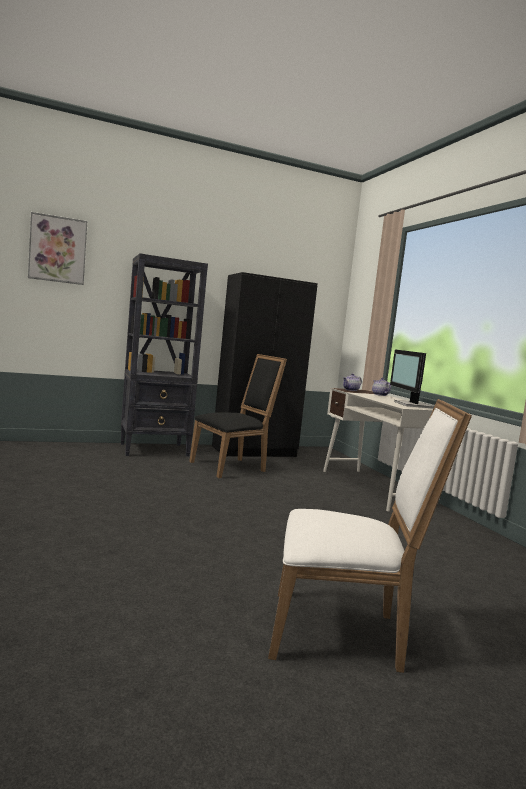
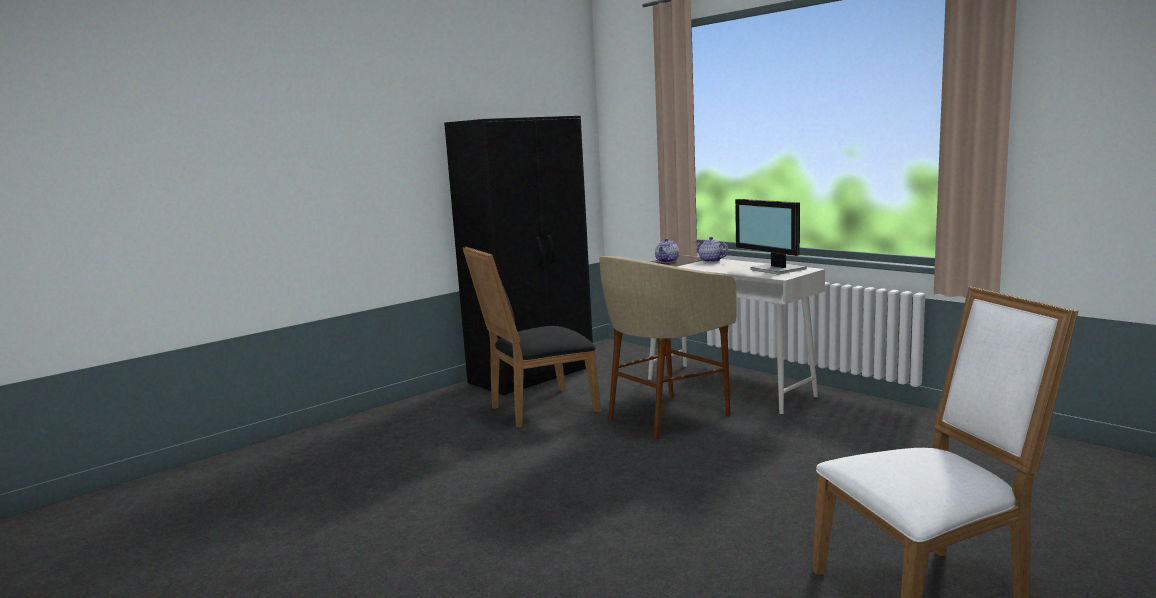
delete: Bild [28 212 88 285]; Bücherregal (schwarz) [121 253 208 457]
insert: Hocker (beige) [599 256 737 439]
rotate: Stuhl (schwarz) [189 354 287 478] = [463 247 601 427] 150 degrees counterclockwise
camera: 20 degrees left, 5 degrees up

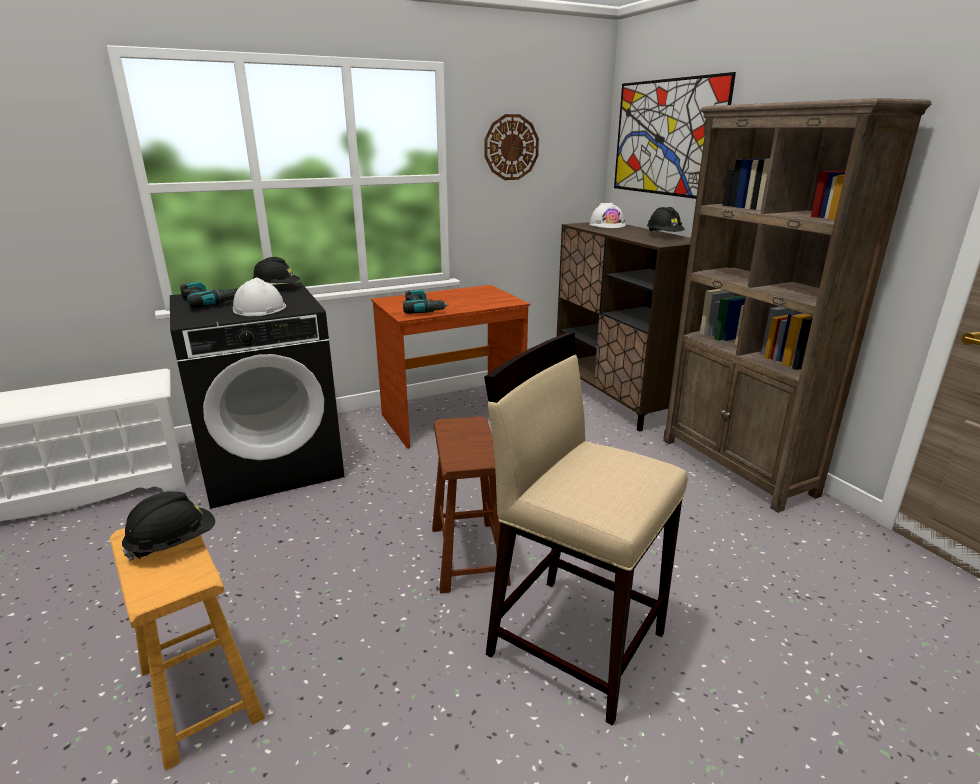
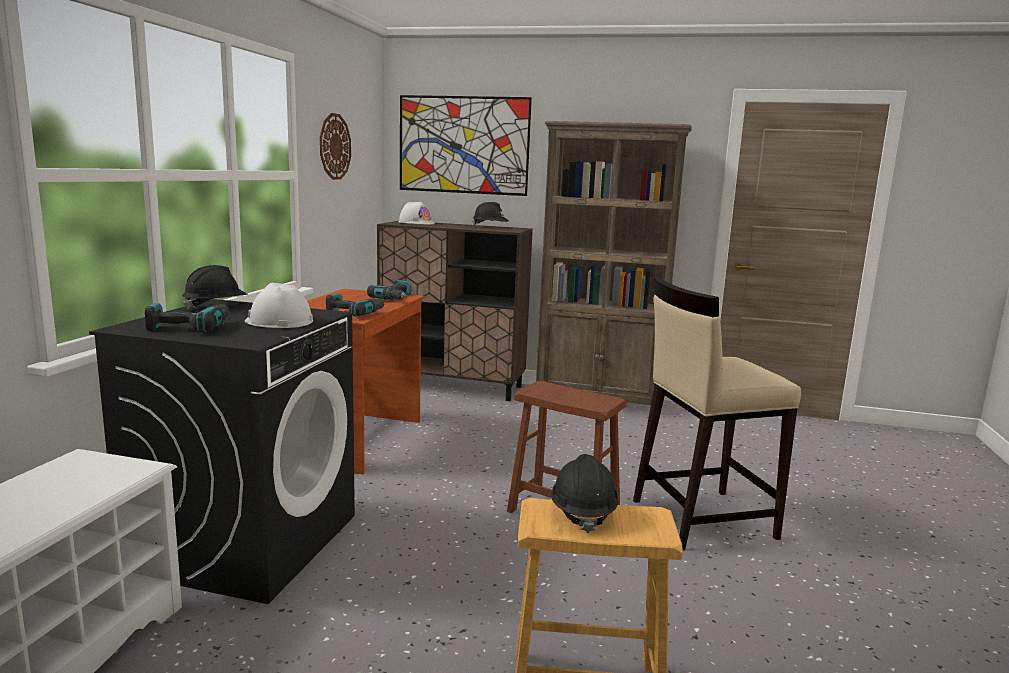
insert: Bohrmaschine [367 280 411 300]
camera: 50 degrees left, 10 degrees down

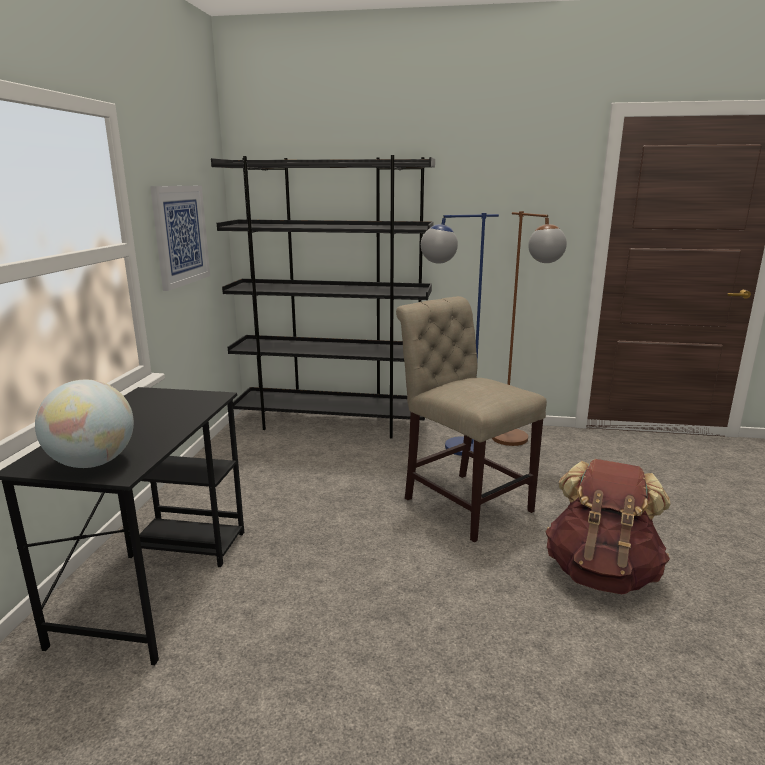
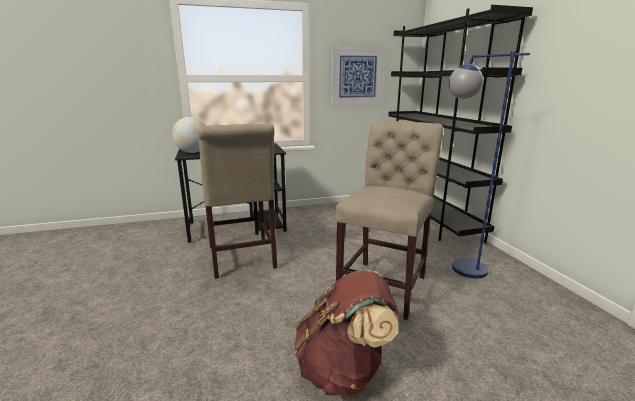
delete: Stehlampe (braun) [492 211 567 446]
insert: Stuhl (beige) [198 124 277 279]
camera: 65 degrees right, 0 degrees up

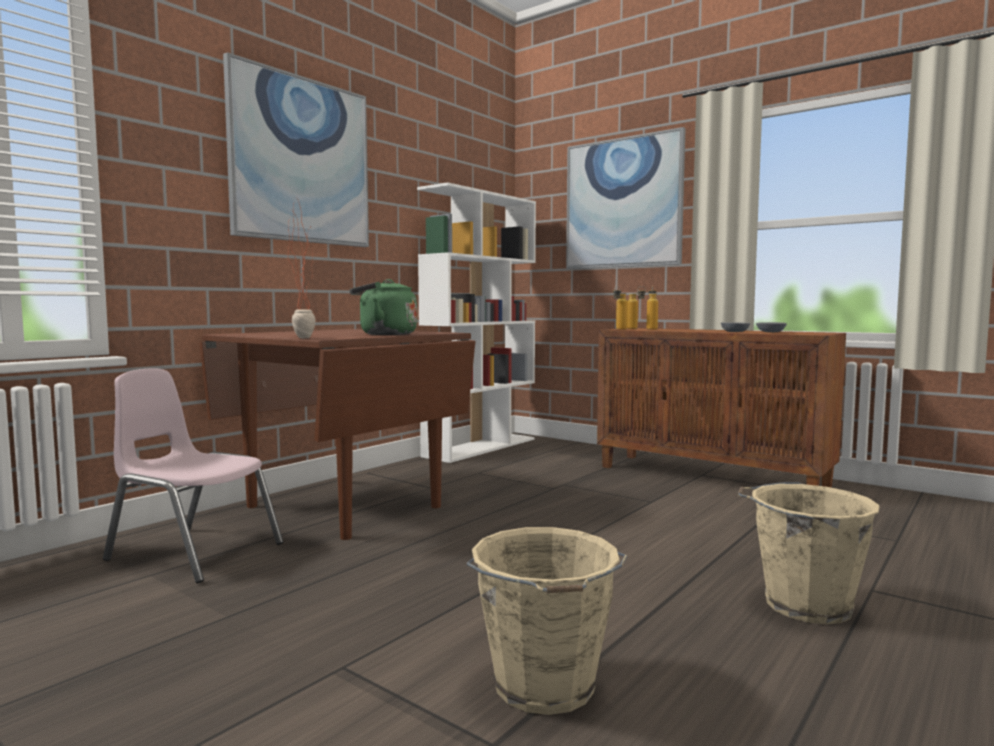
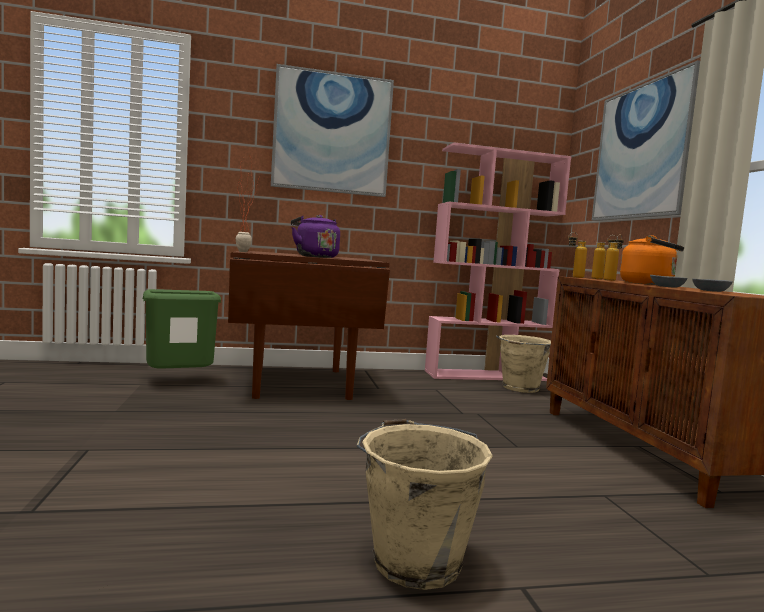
insert: Wasserkessel (orange) [620 235 684 285]
move: Eimer (beige) [466 527 627 715] to [496 335 551 393]
replace: Stuhl (rosa) [103 369 283 583] to Mülleimer (grün) [142 289 221 369]
recolor: Bücherregal (weiß) [417 182 536 463] to Bücherregal (rosa) [425 142 571 381]; Wasserkessel (grün) [350 279 417 335] to Wasserkessel (lila) [291 215 340 258]
camera: 40 degrees right, 0 degrees up

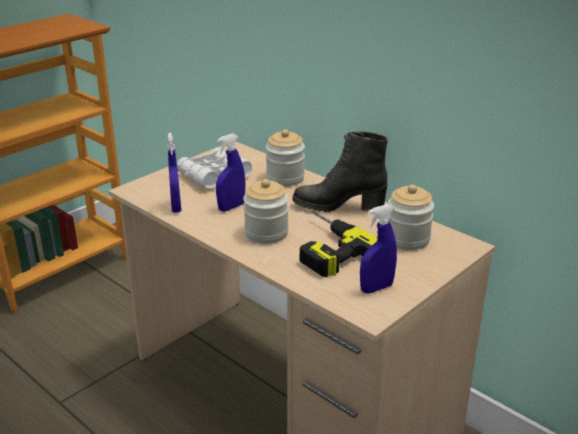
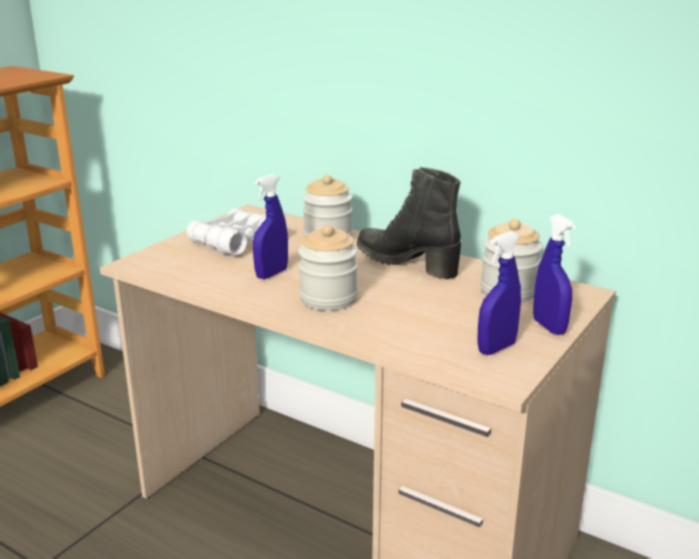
delete: Bohrmaschine [300 211 377 277]
move: Sprühflasche (blau) [168 133 181 213] to [533 214 576 335]
rotate: Stiefel (schwarz) [293 131 388 212] = [357 167 461 279] 45 degrees clockwise
camera: 10 degrees left, 5 degrees down

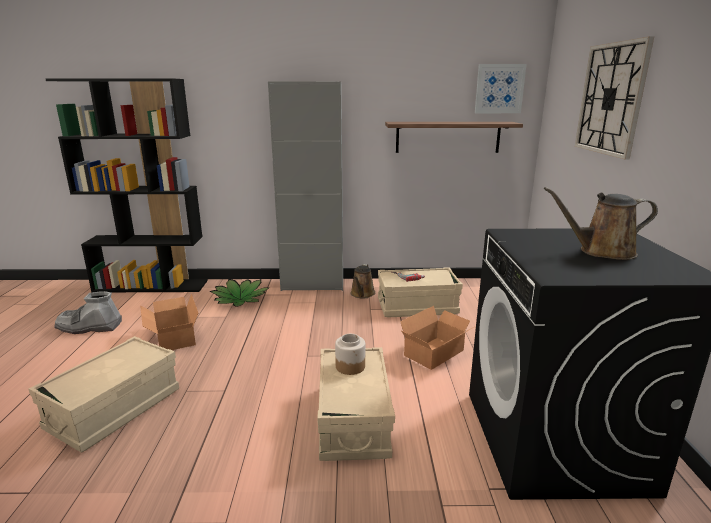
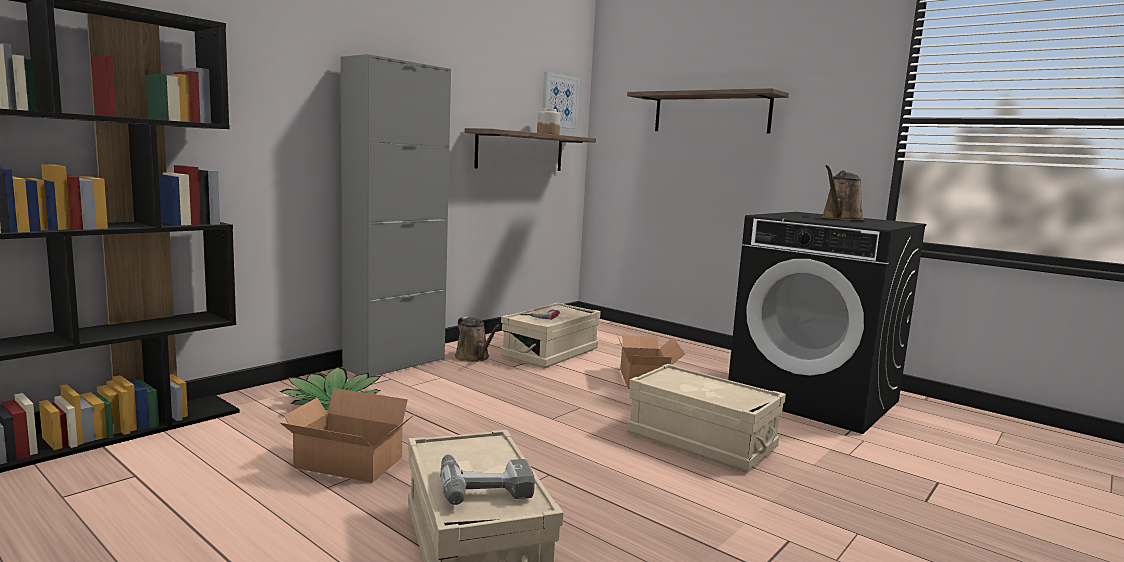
delete: Stiefel (grau) [54 291 122 334]
insert: Bohrmaschine [440 454 535 505]
move: Vorratsglas [335 334 365 375] to [537 108 561 135]
replace: Wanduhr [575 36 654 159] to Wandregal [627 88 789 133]
camera: 50 degrees left, 10 degrees down

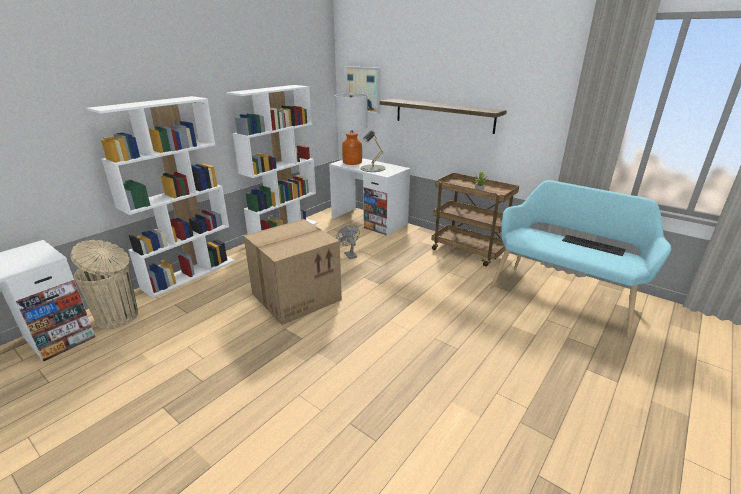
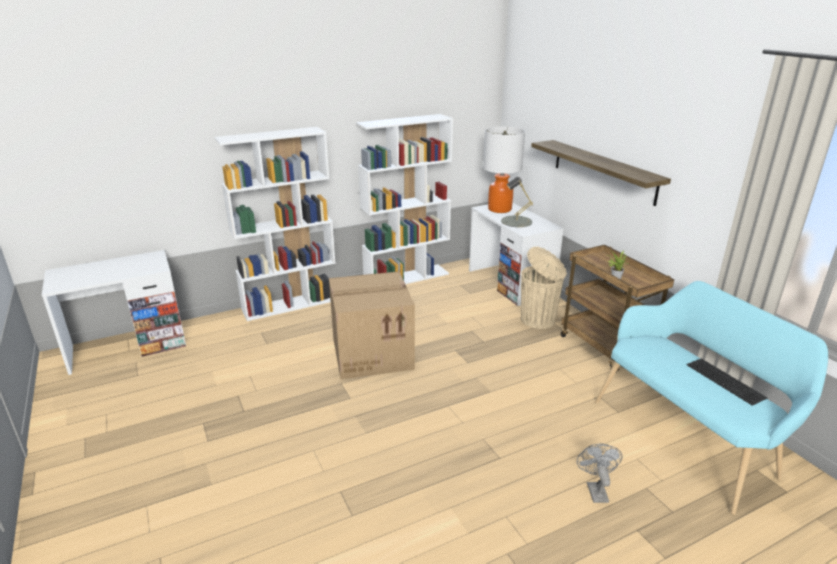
delete: Bild [345 66 381 114]
move: Ventilator (grau) [336 225 360 259] to [577 443 622 503]; Mülleimer (beige) [70 240 138 329] to [521 247 567 329]
camera: 25 degrees right, 0 degrees up

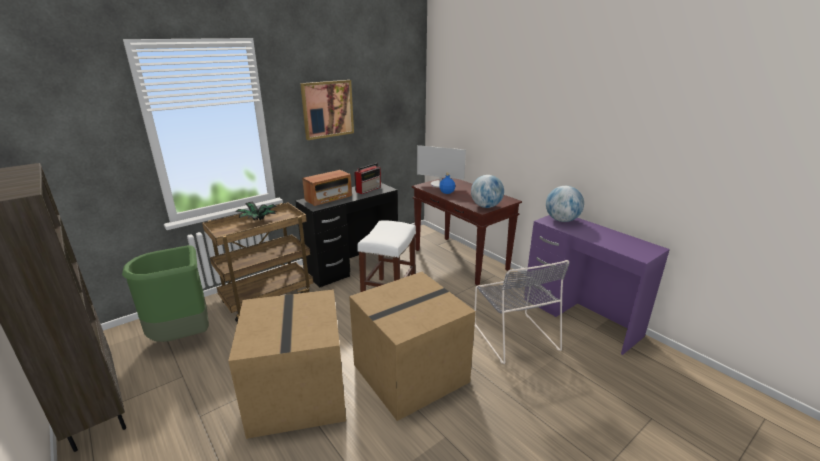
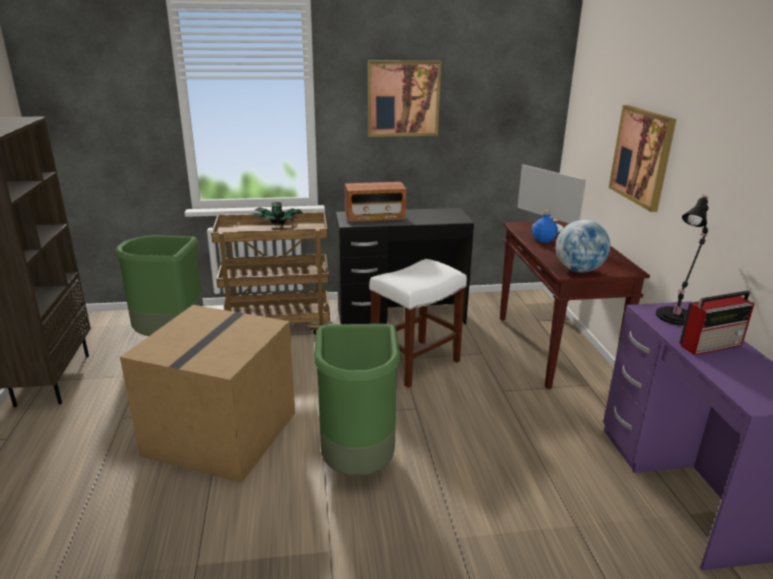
delete: Stuhl (grau) [475 260 569 364]
insert: Bild [609 105 676 212]
move: Radio [354 163 381 194] to [679 291 755 355]
replace: Globus [546 186 584 222] to Tischlampe (schwarz) [656 194 708 326]; Karton [349 272 476 421] to Mülleimer (grün) [314 324 400 476]
camera: 30 degrees right, 0 degrees up

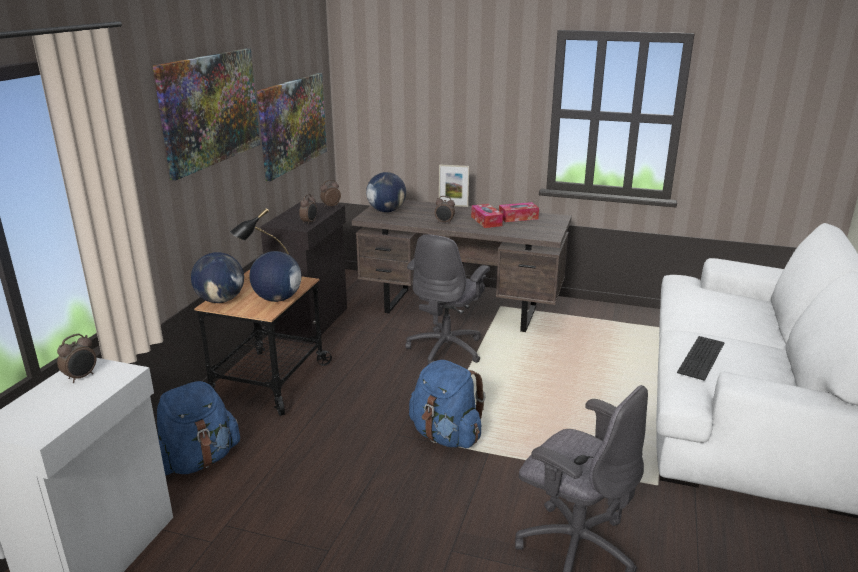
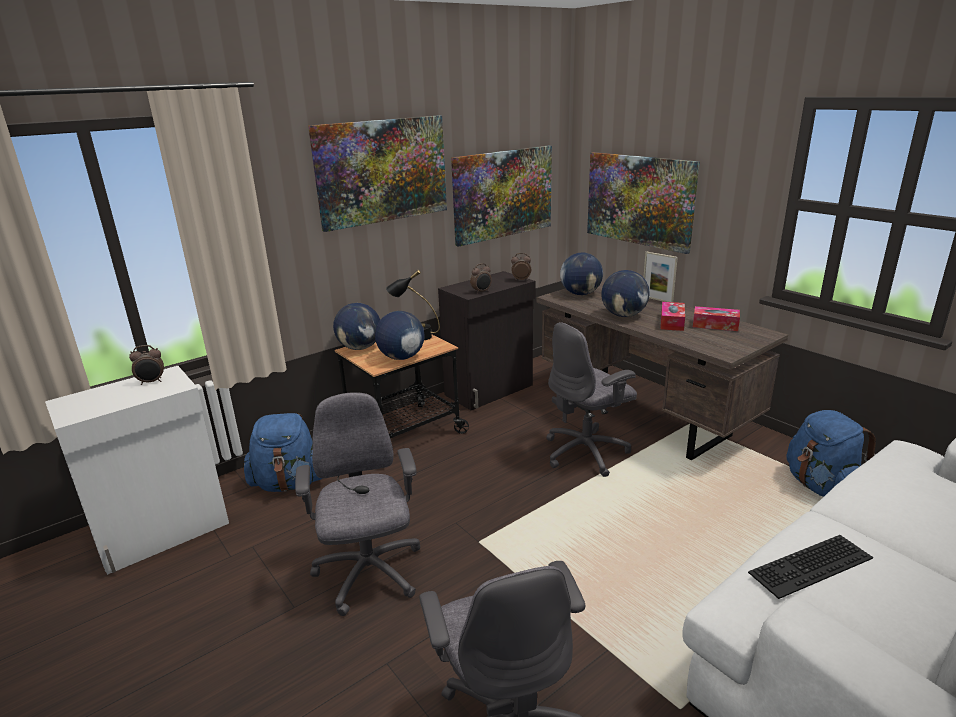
insert: Bild [587 152 700 254]; Bürostuhl (grau) [295 393 420 616]
move: Rucksack (blau) [409 360 486 448] to [787 410 876 497]
replace: Wecker [435 196 455 224] to Globus [601 270 650 317]
camera: 35 degrees right, 0 degrees up

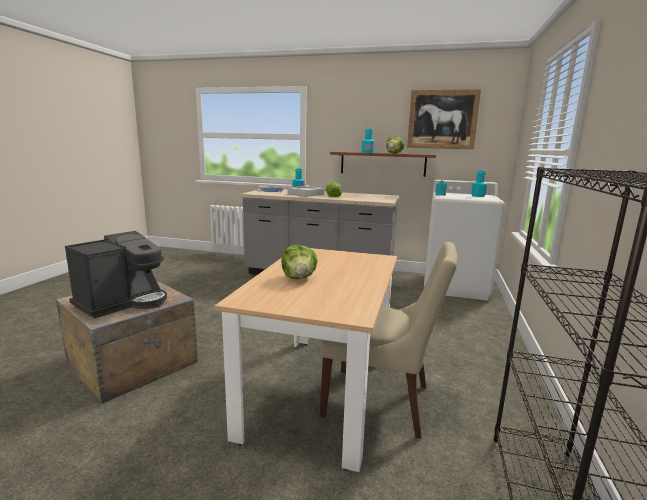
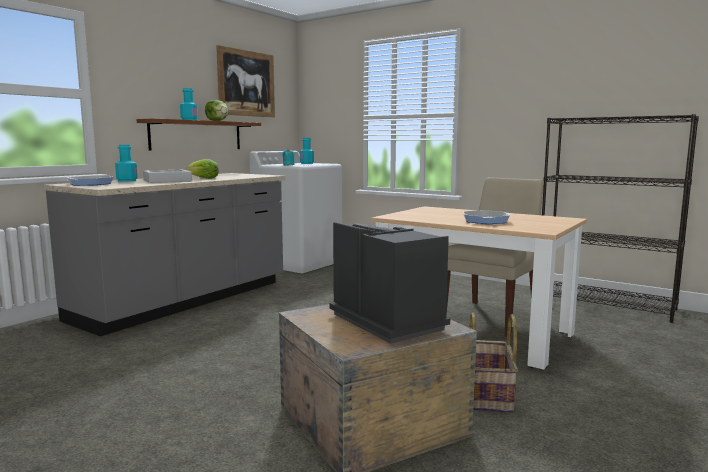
insert: Korb [469 313 518 413]
replace: Salatkopf [281 245 318 279] to Pfanne [463 210 510 224]
camera: 70 degrees left, 5 degrees down

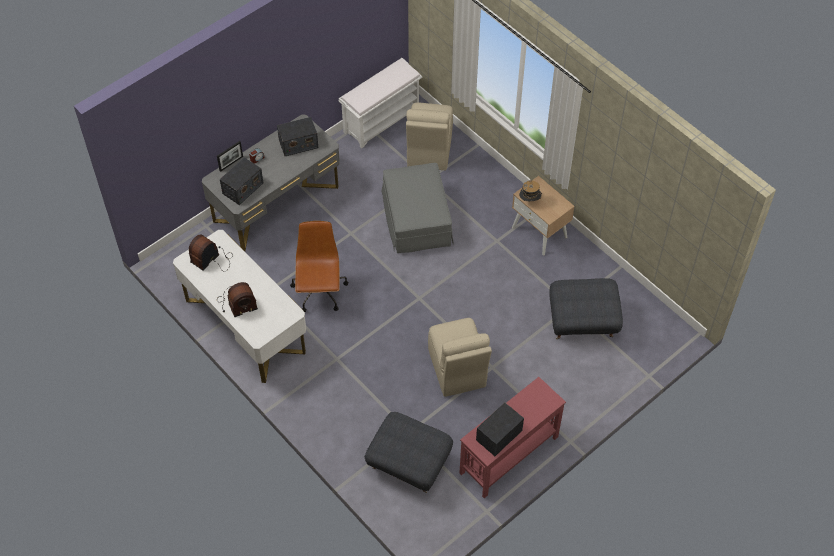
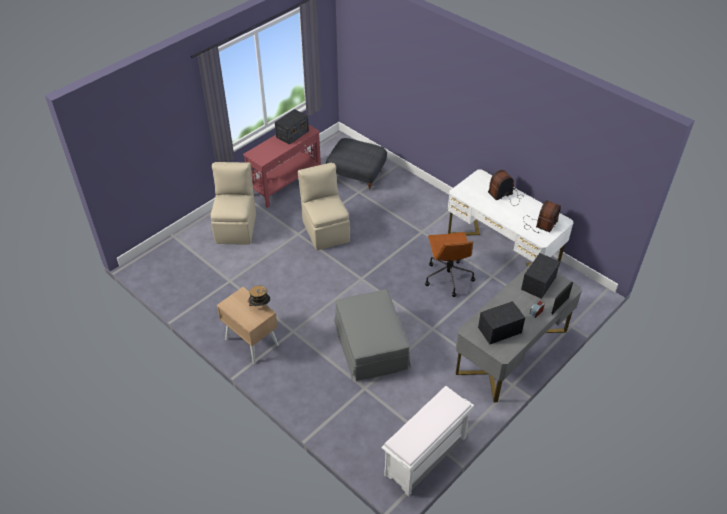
delete: Polsterhocker (grau) [549 278 623 339]
move: Stuhl (beige) [406 103 453 170] to [211 162 256 244]
camera: 175 degrees right, 10 degrees down

